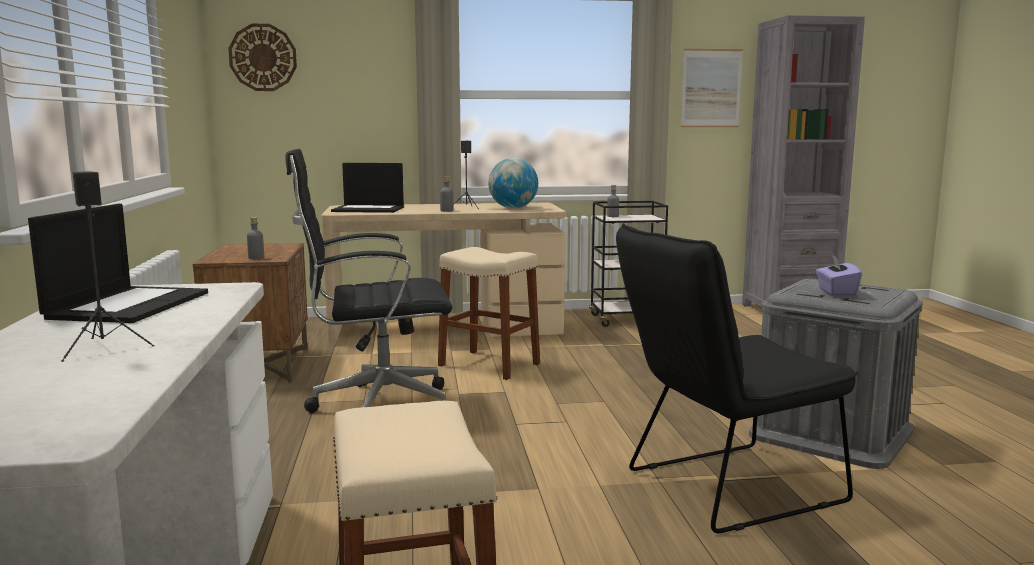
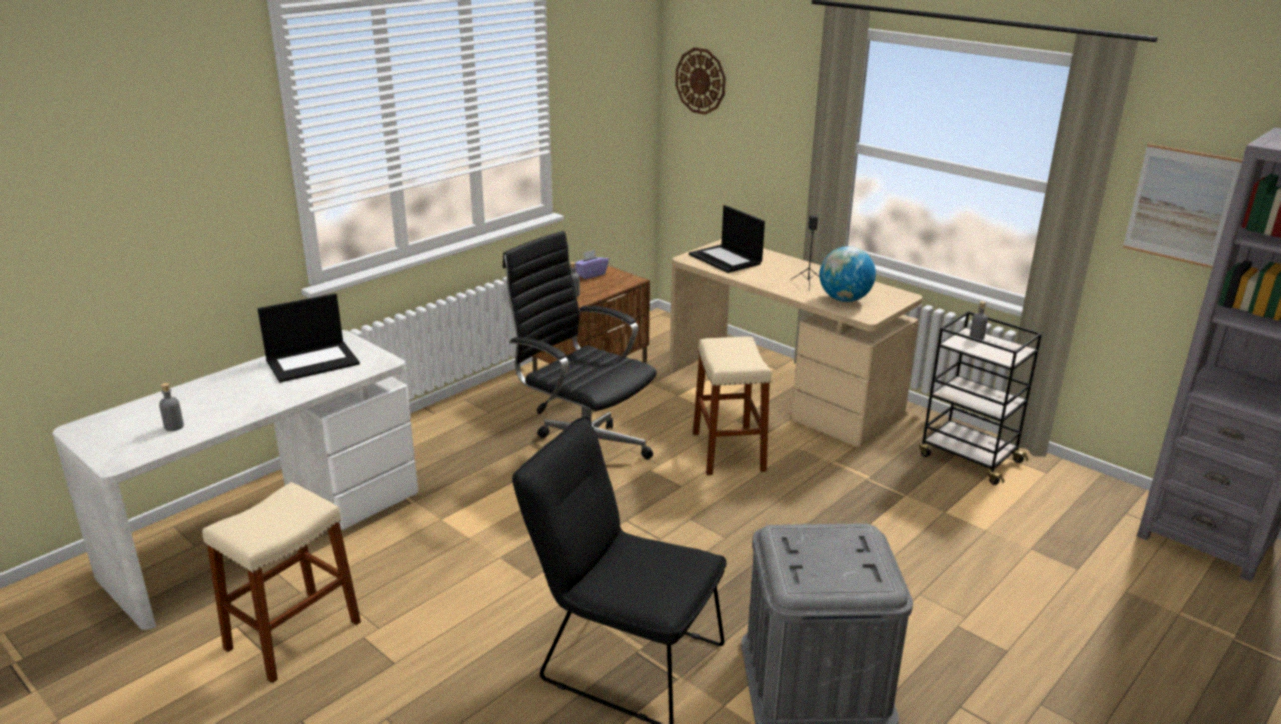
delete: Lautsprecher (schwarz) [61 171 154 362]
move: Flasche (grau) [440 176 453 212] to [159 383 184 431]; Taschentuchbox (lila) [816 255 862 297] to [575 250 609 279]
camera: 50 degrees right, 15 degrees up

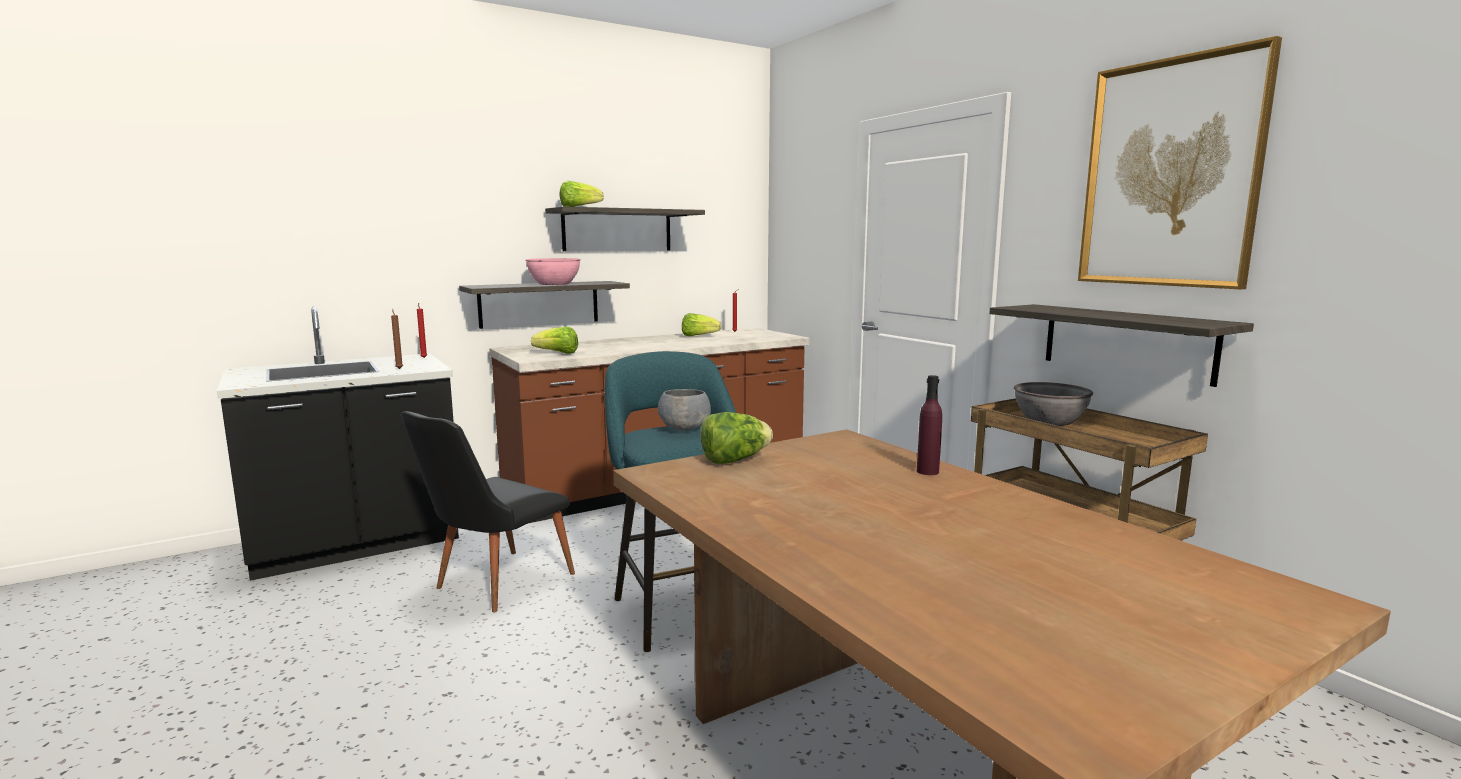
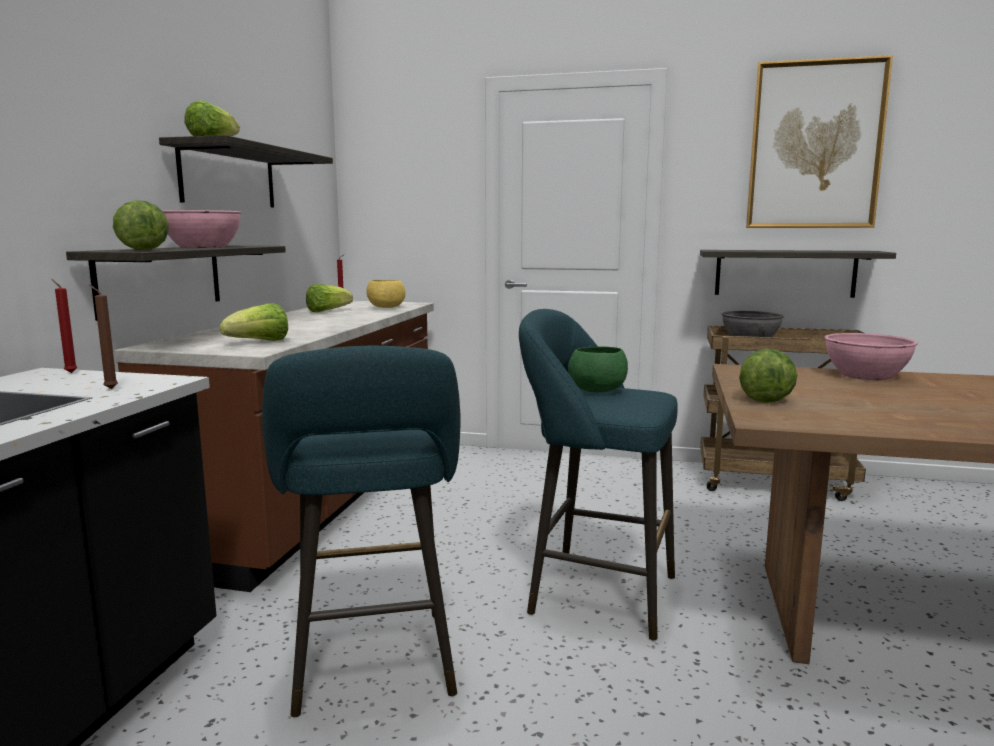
insert: Salatkopf [113 200 169 250]; Schüssel (gelb) [366 280 405 308]
replace: Flasche (lila) [917 375 942 475] to Schüssel (rosa) [824 333 918 380]; Stuhl (schwarz) [401 411 575 612] to Hocker (türkis) [262 346 461 717]
recolor: Schüssel (grau) [658 389 711 431] to Schüssel (grün) [568 347 628 392]
camera: 45 degrees left, 0 degrees up

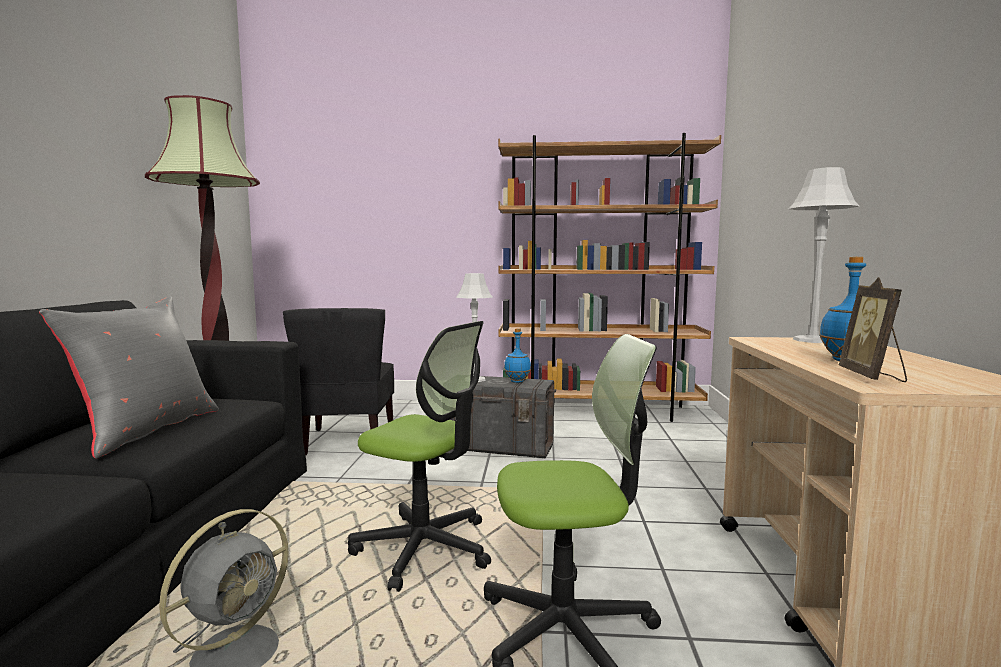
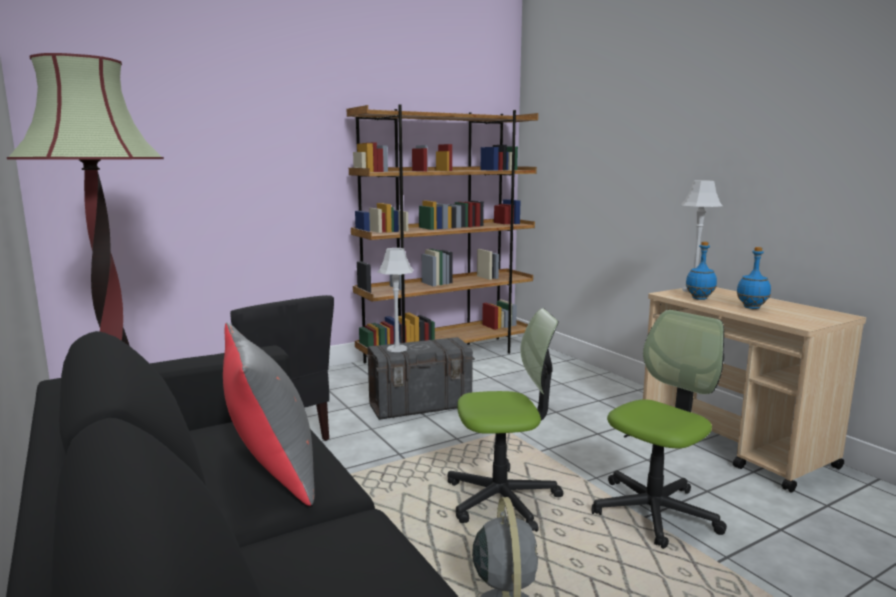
delete: Bilderrahmen [839 277 907 382]
move: Flasche (blau) [504 328 531 383] to [686 242 717 300]
camera: 35 degrees left, 5 degrees up

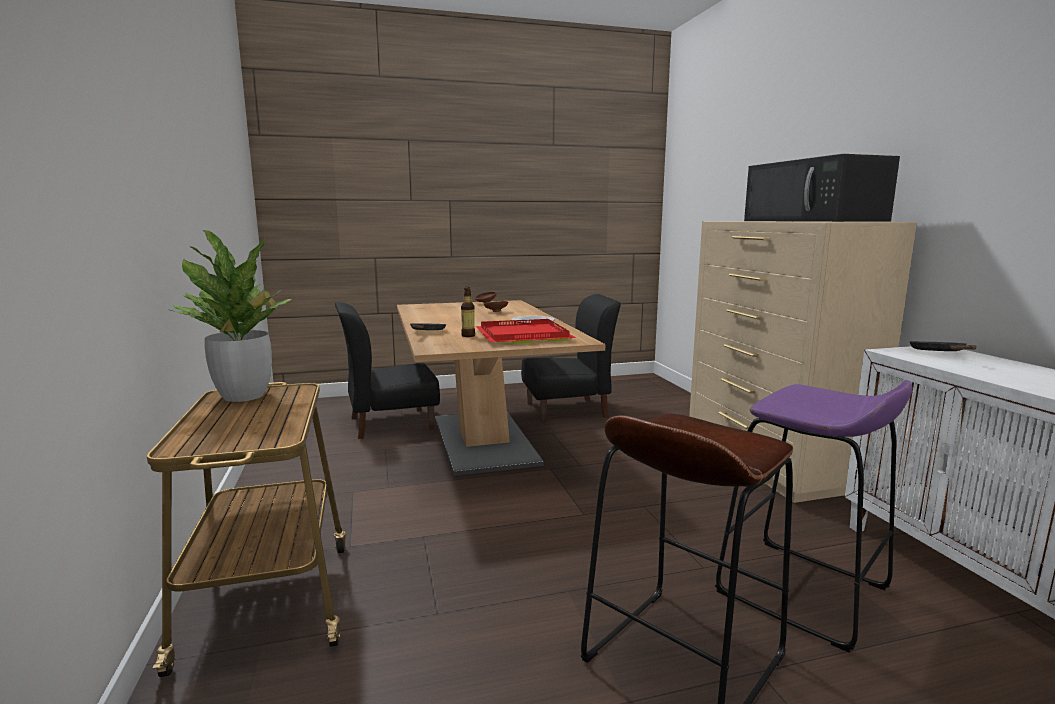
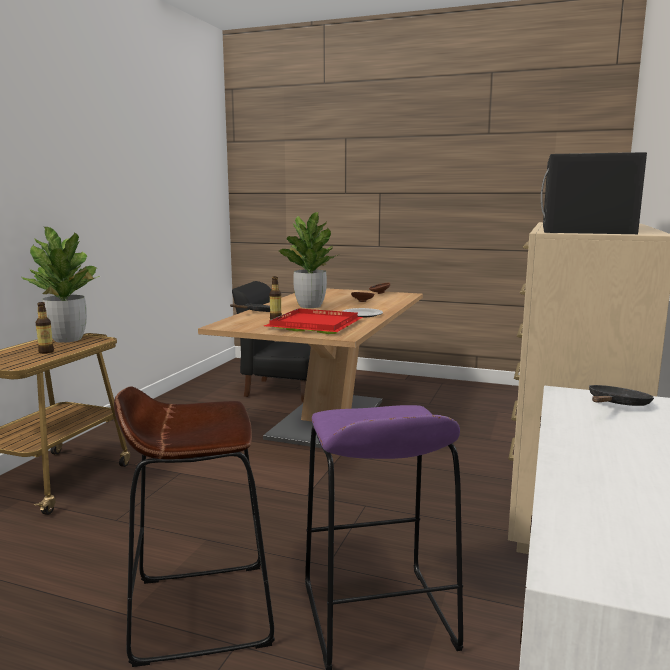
delete: Stuhl (schwarz) [521 294 621 423]
insert: Topfpflanze [279 212 338 308]; Flasche [35 302 54 354]
camera: 35 degrees right, 0 degrees up

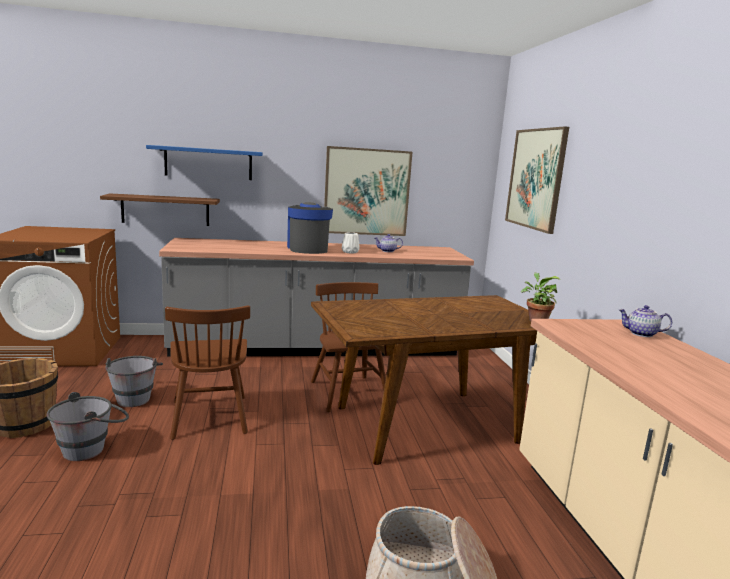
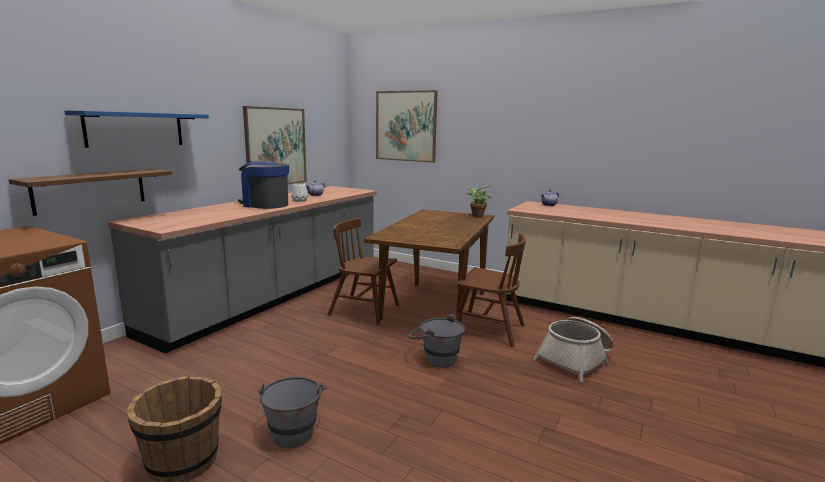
move: Stuhl (braun) [165 305 250 440] to [456 233 526 347]; Eimer (grau) [105 356 163 407] to [409 314 465 368]
camera: 50 degrees left, 0 degrees up

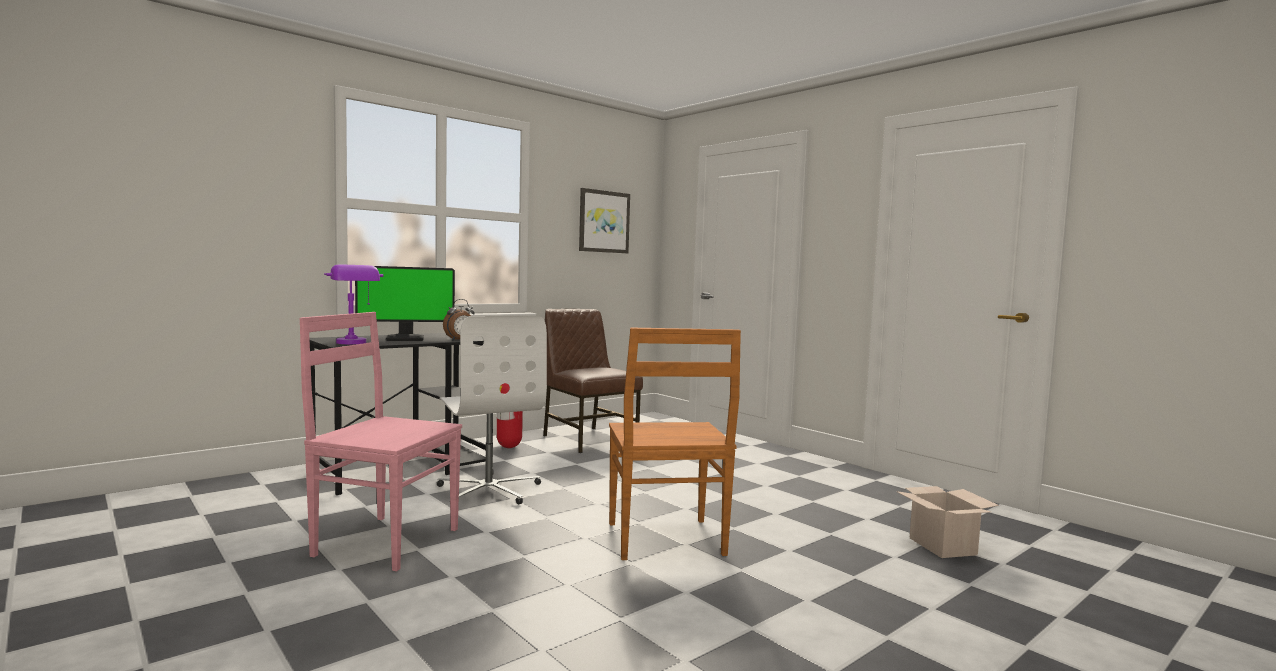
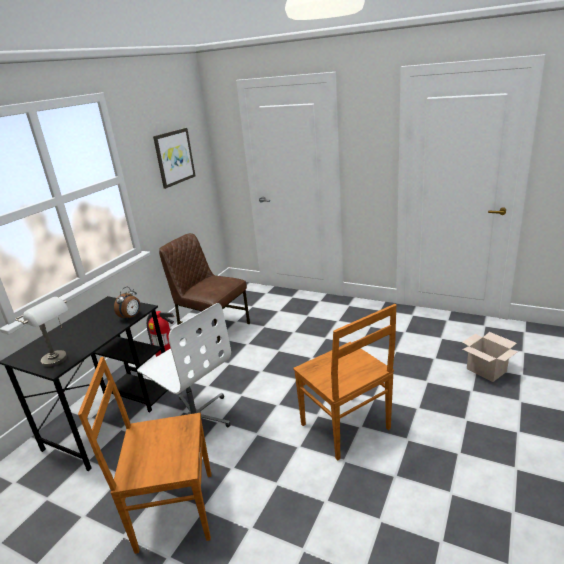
delete: Monitor [355 266 455 341]
recolor: Tischlampe (lila) [324 265 383 344] to Tischlampe (grau) [15 297 68 367]; Stuhl (rosa) [299 312 462 571] to Stuhl (braun) [78 357 211 554]
camera: 20 degrees left, 20 degrees up

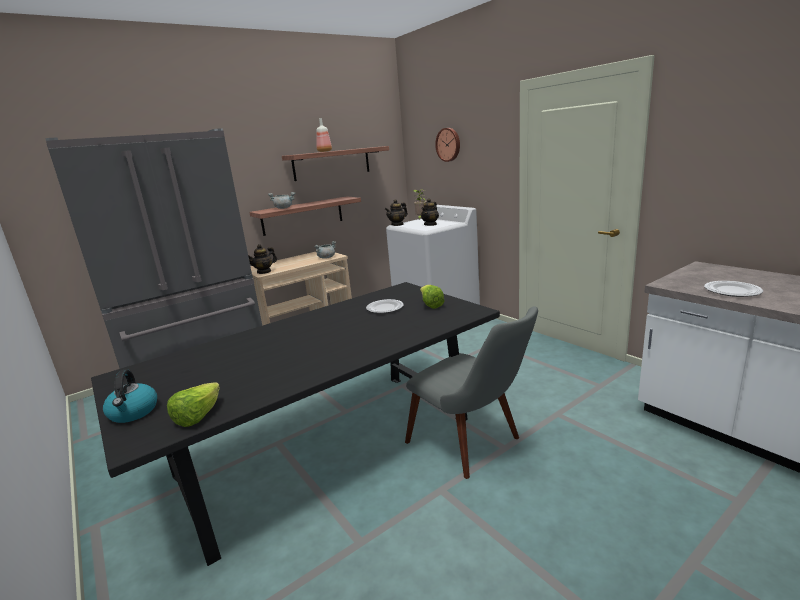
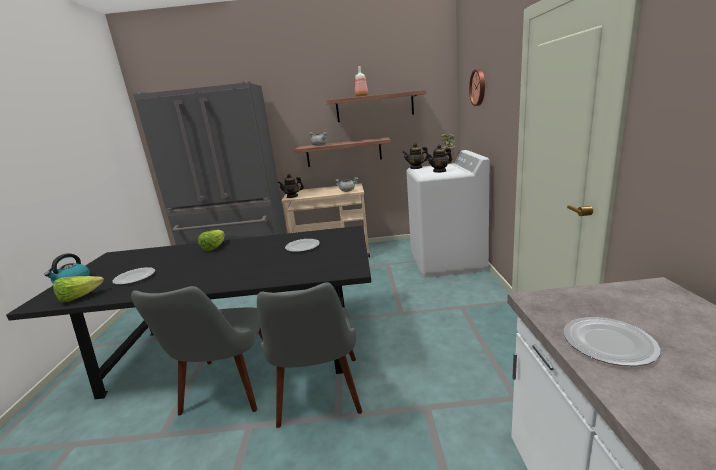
insert: Teller [112 267 155 285]; Stuhl (grau) [131 286 263 416]
move: Salatkopf [420 285 445 309] to [198 230 224 251]
camera: 35 degrees right, 0 degrees up

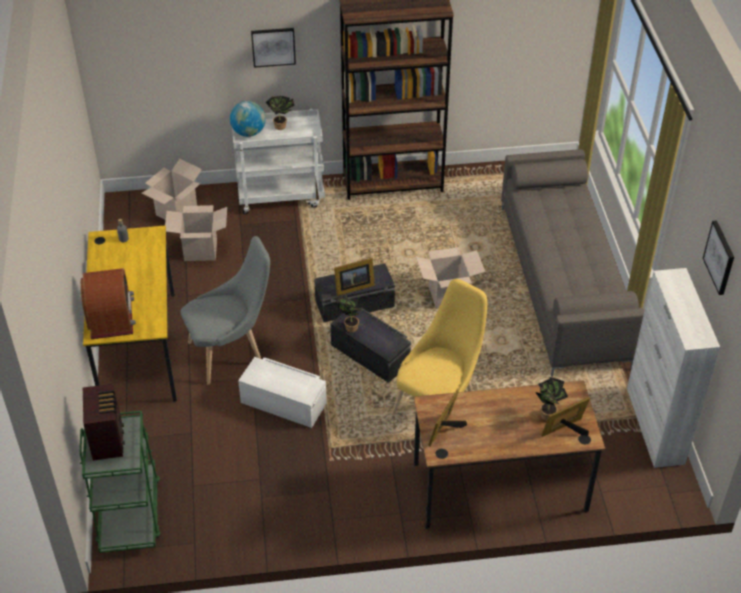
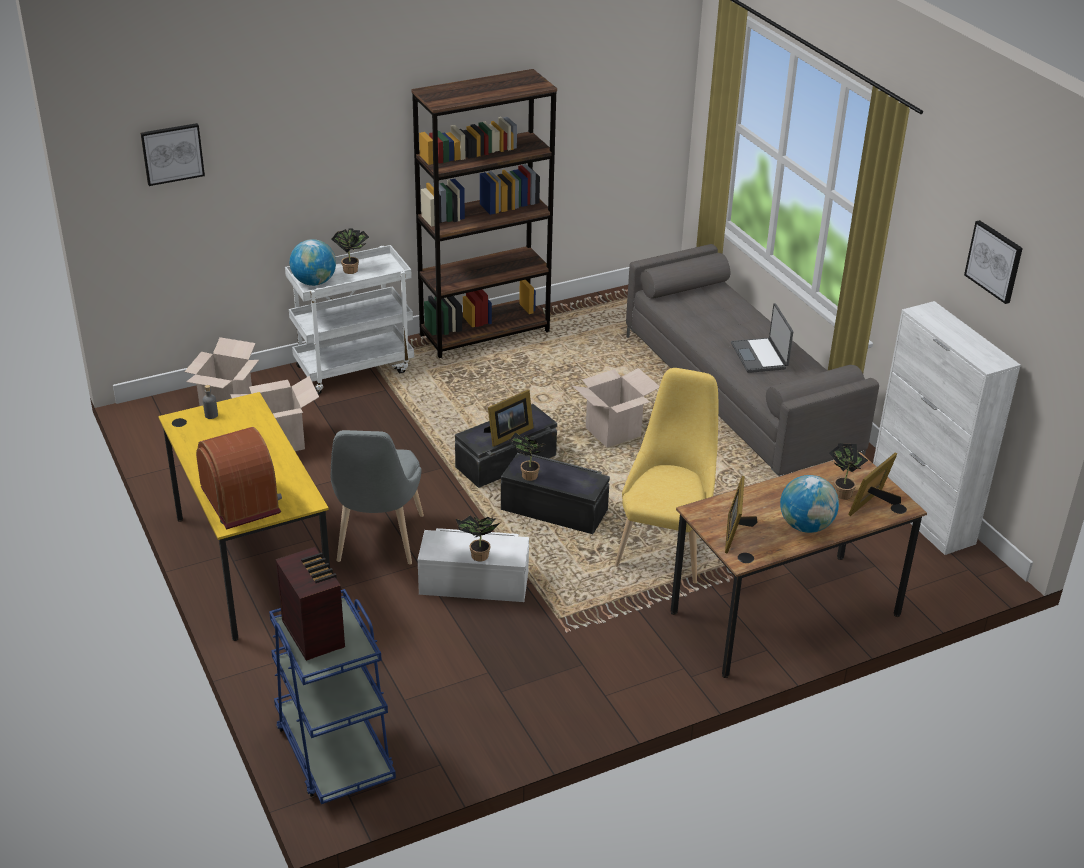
insert: Laptop [731 303 793 373]; Globus [780 475 839 533]; Topfpflanze [456 515 500 562]
move: Bild [251 28 296 68] to [140 123 205 186]
recolor: Rollwagen (grün) [79 411 160 553] to Rollwagen (blau) [269 589 396 804]
rotate: Stuhl (grau) [181 236 270 385] = [330 430 424 565] 135 degrees clockwise
camera: 20 degrees left, 10 degrees down

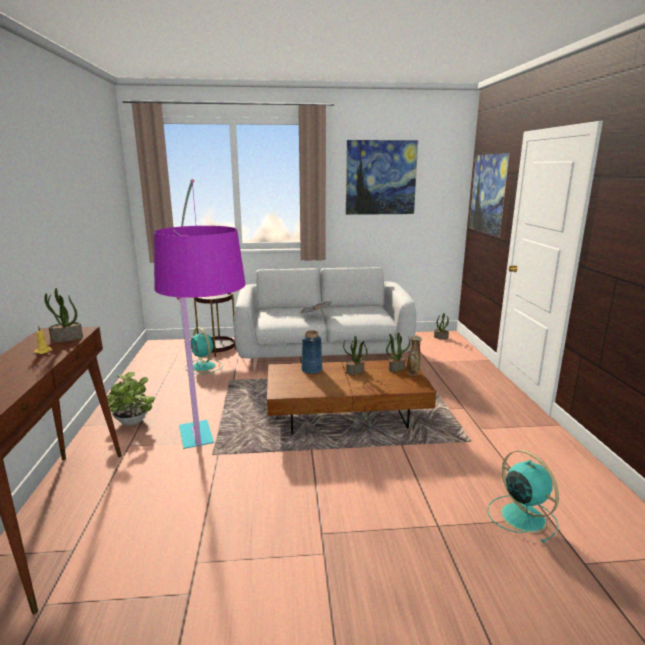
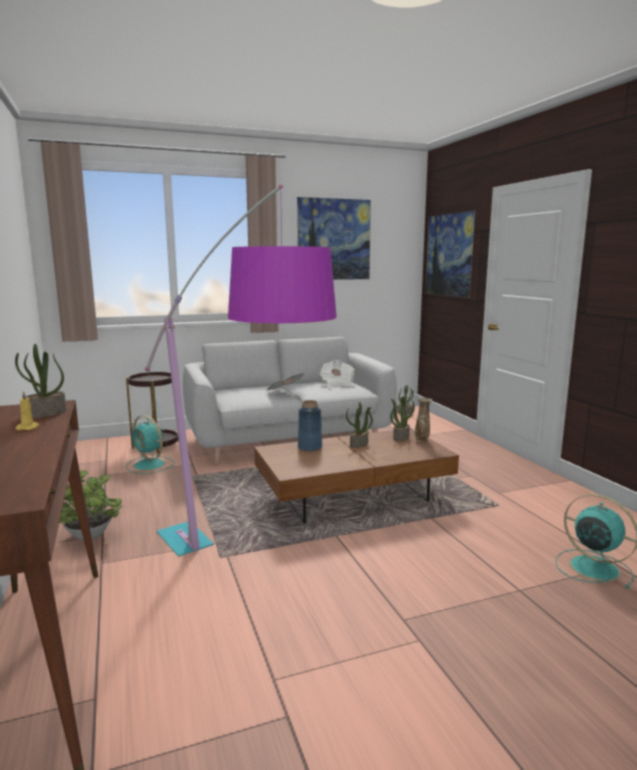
insert: Zeitung [319 360 354 388]
camera: 15 degrees left, 5 degrees down

